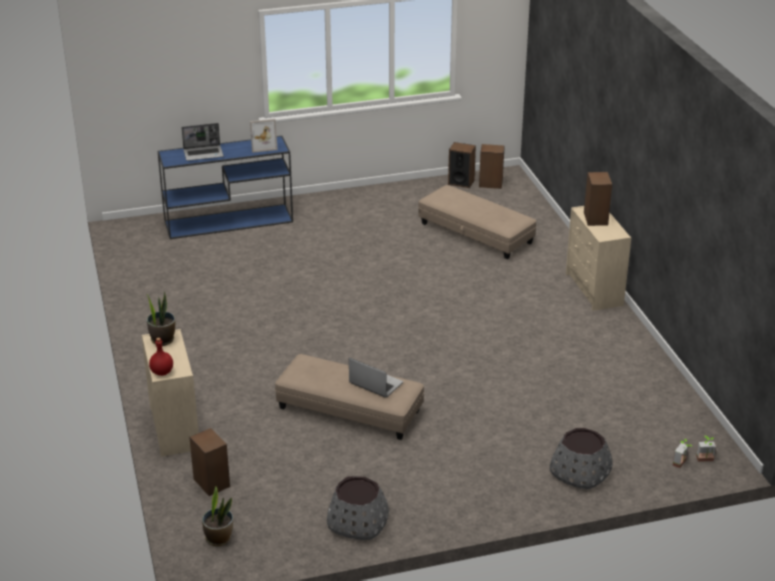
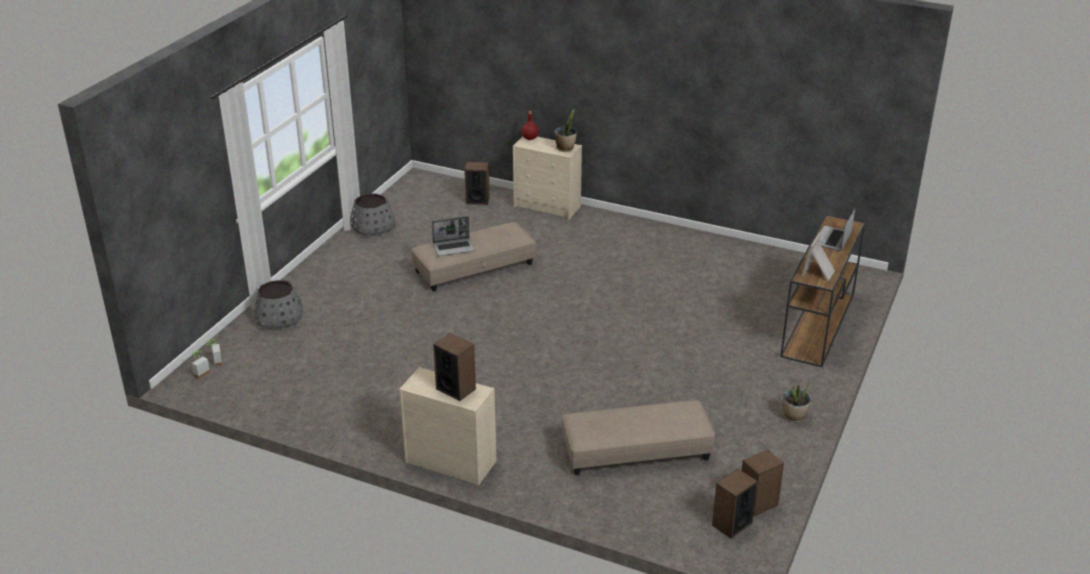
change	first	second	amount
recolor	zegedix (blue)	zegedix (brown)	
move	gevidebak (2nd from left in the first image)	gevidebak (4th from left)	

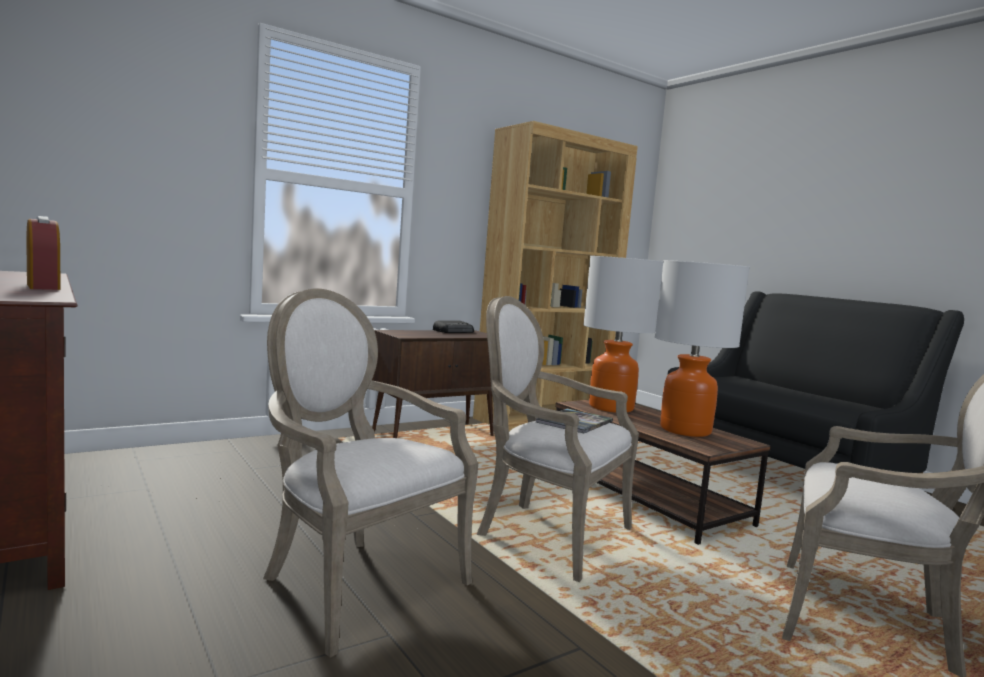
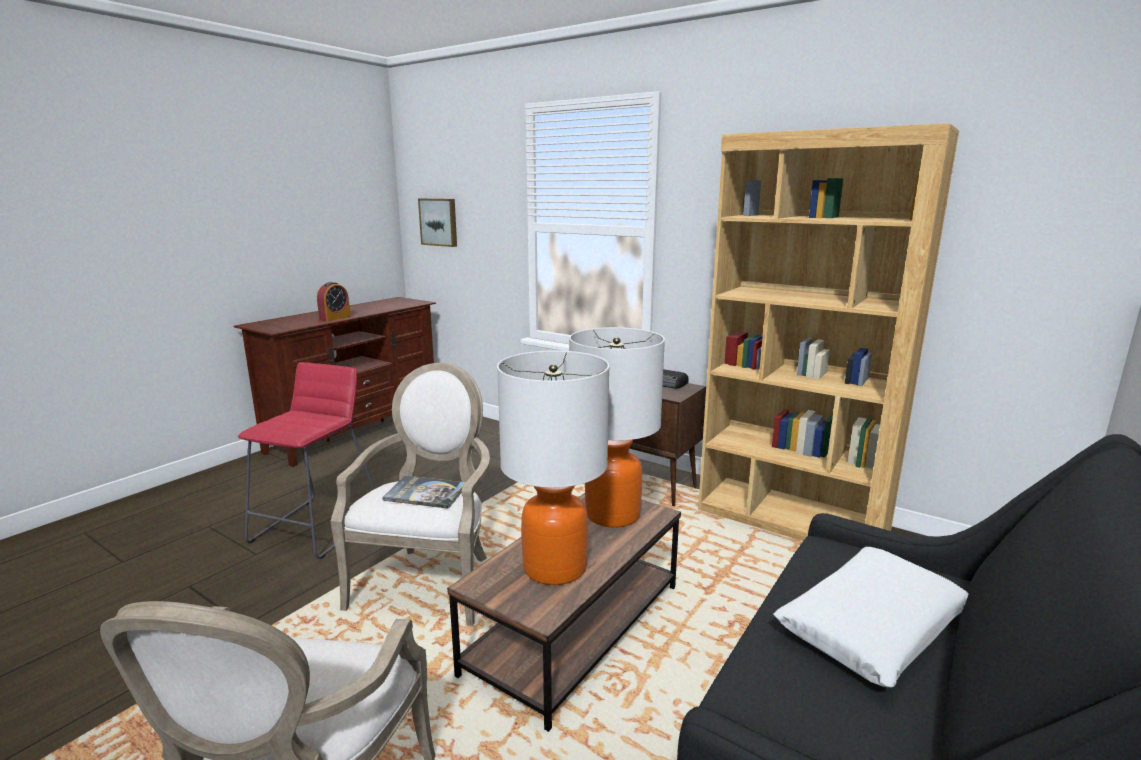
change	first	second	amount
replace	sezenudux (1st from left)	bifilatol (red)	
insert		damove	
insert		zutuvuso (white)	

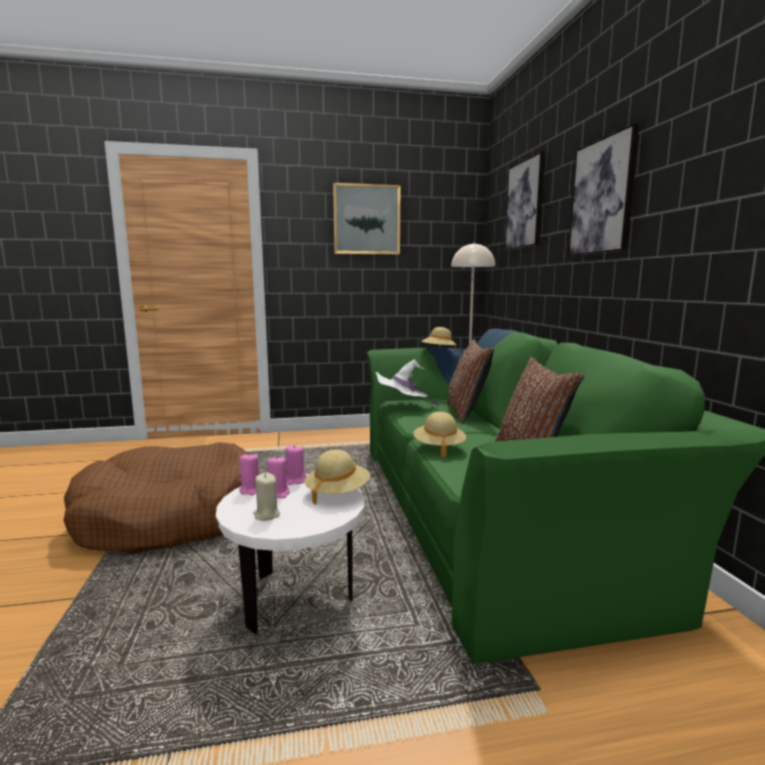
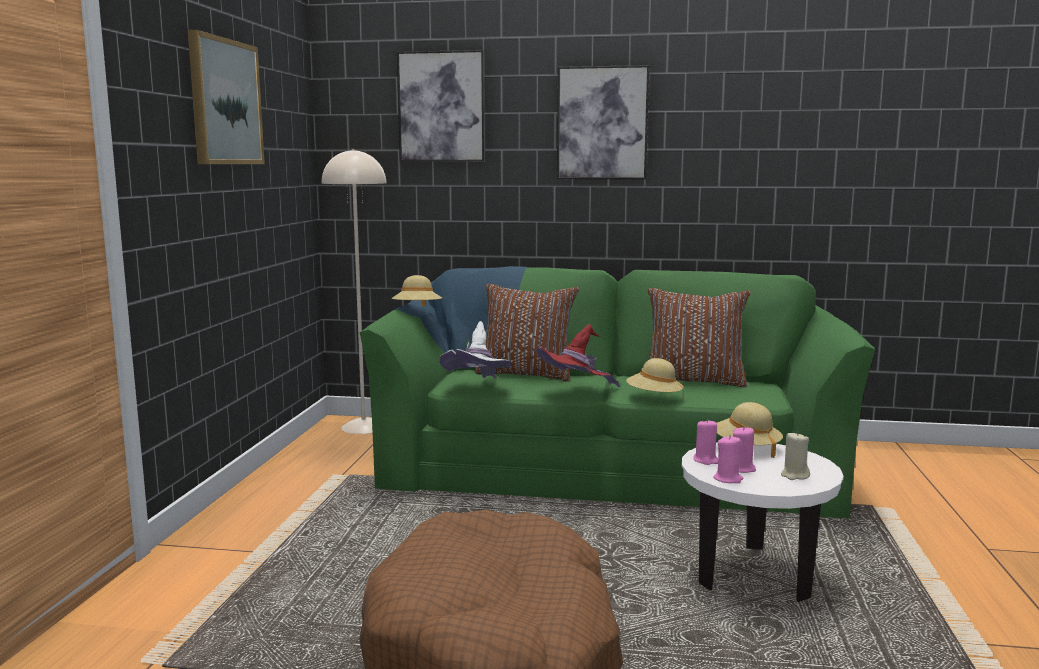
change	first	second	amount
insert		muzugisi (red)	

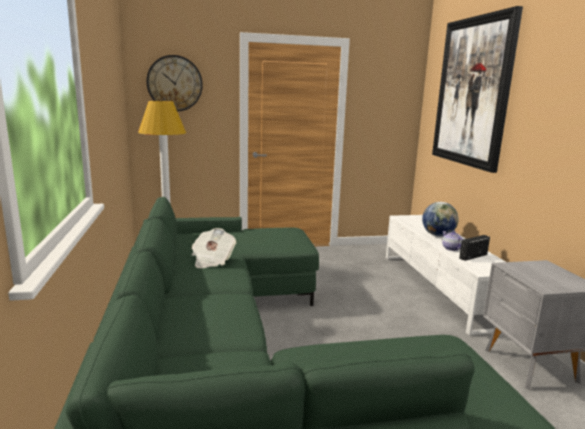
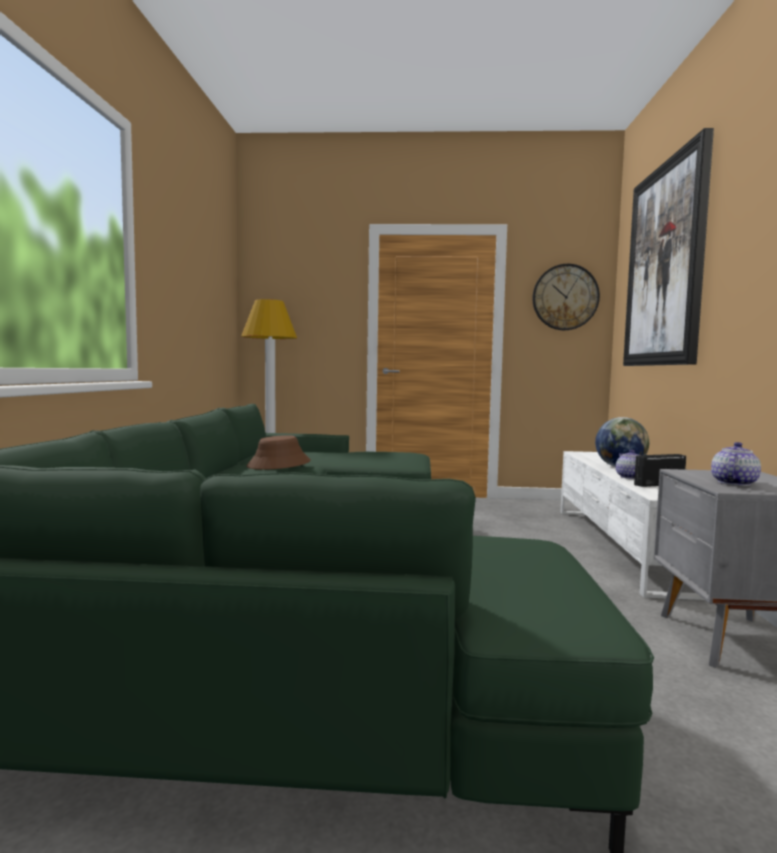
change	first	second	amount
replace	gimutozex	muzugisi (brown)	
move	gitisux		
insert		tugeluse (2nd from left)	

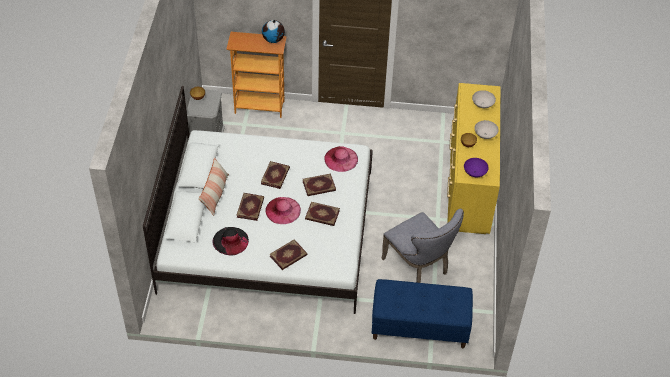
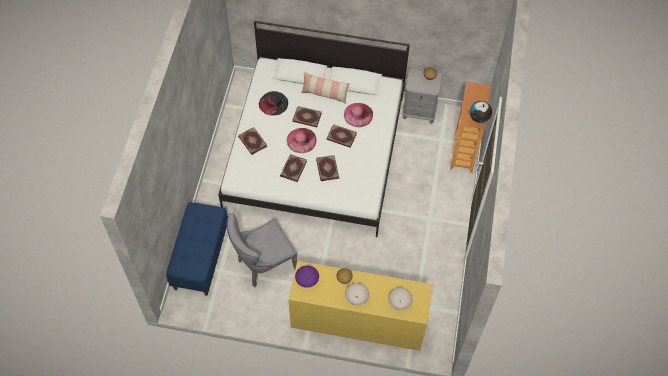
change	first	second	amount
move	muzugisi (pink) (2nd from left)		

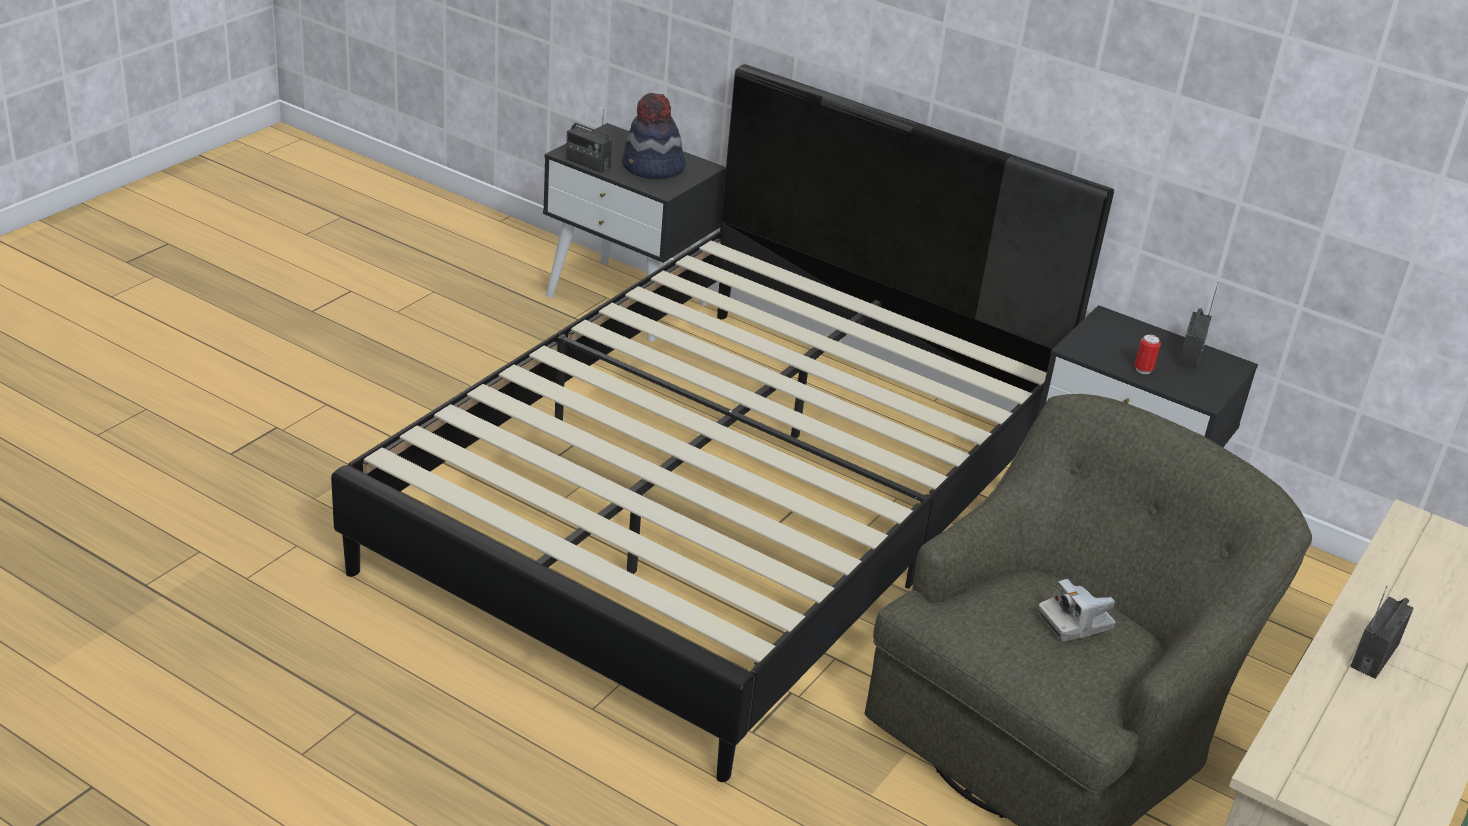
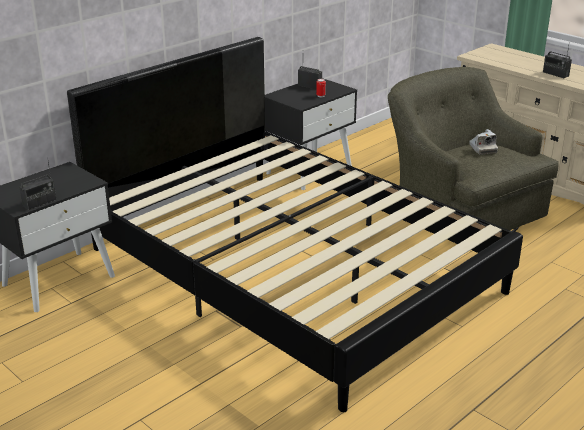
change	first	second	amount
delete	muzugisi		

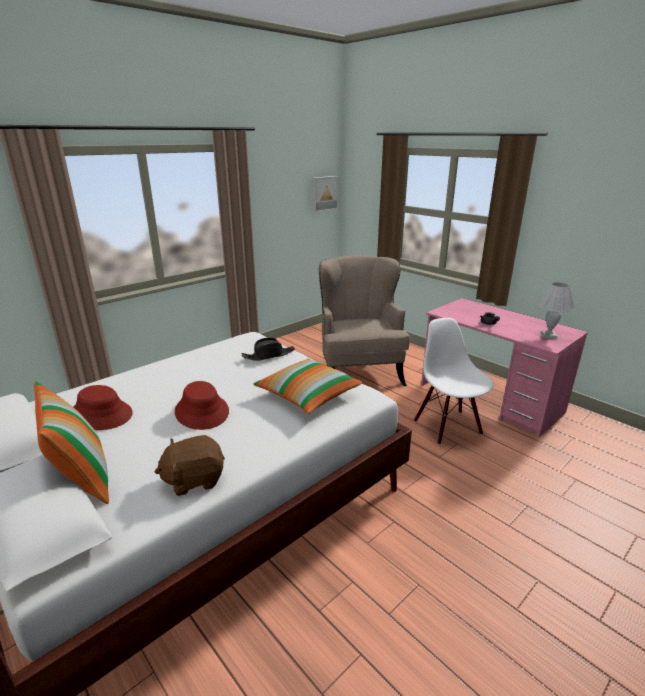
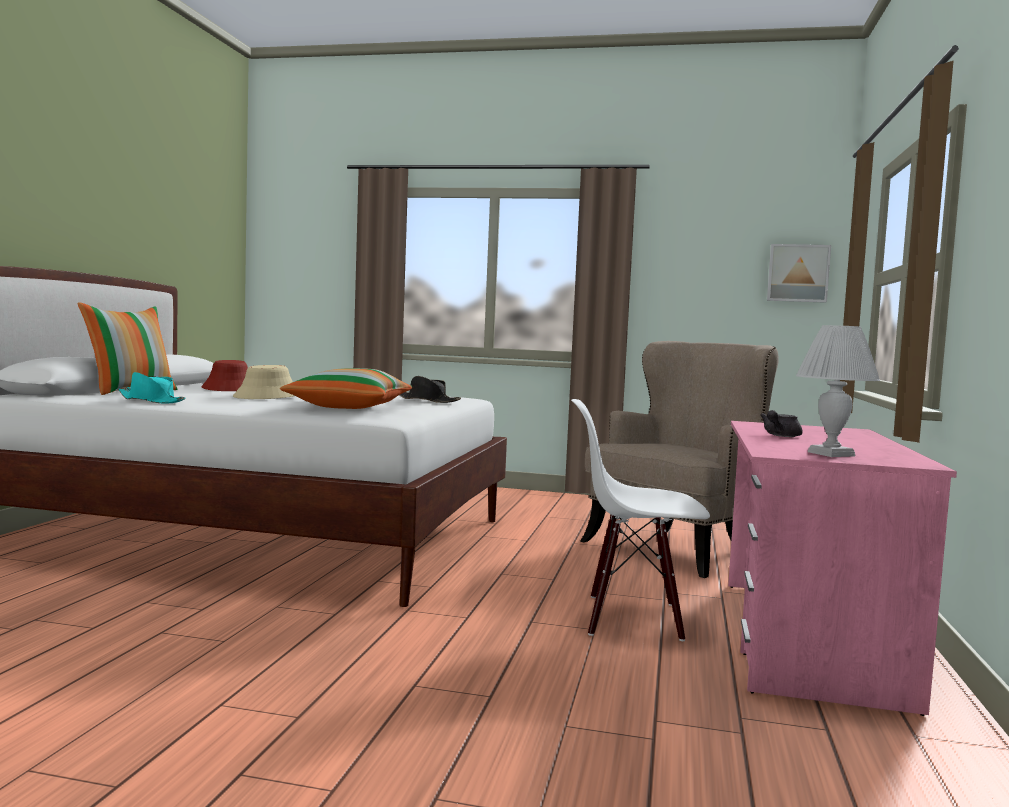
change	first	second	amount
replace	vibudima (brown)	muzugisi (turquoise)	
recolor	muzugisi (red) (2nd from left)	muzugisi (beige)	
rotate	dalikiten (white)		120 degrees counterclockwise

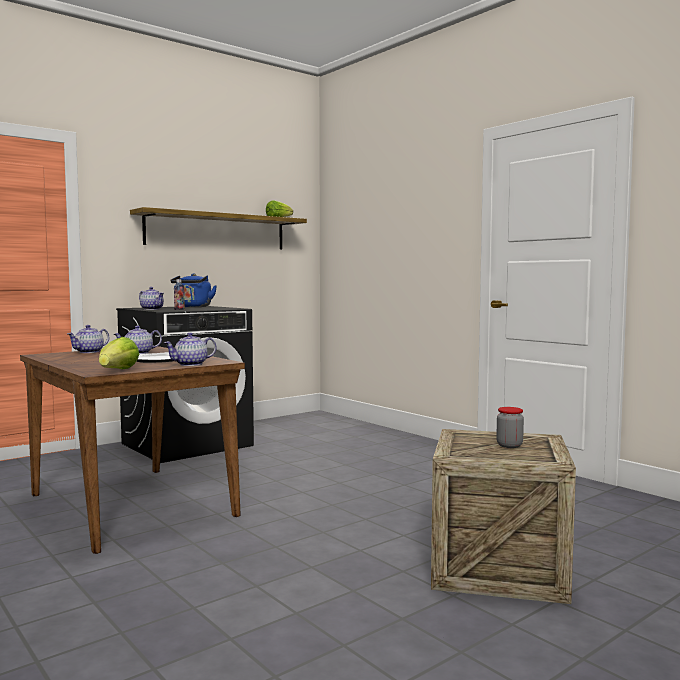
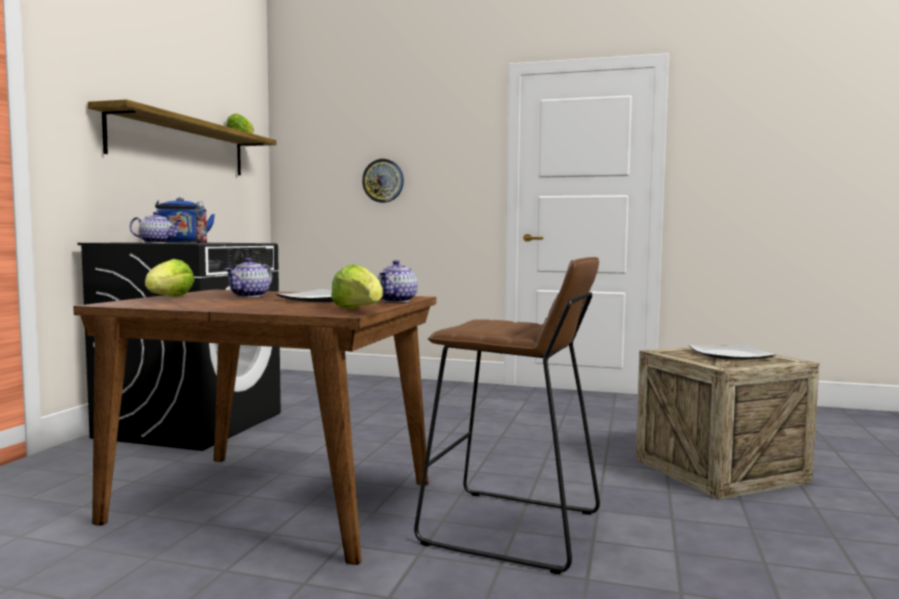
change	first	second	amount
replace	tugeluse (1st from left)	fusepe (1st from left)	
insert		gitisux	
insert		bifilatol (brown)	
replace	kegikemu	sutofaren (2nd from left)	

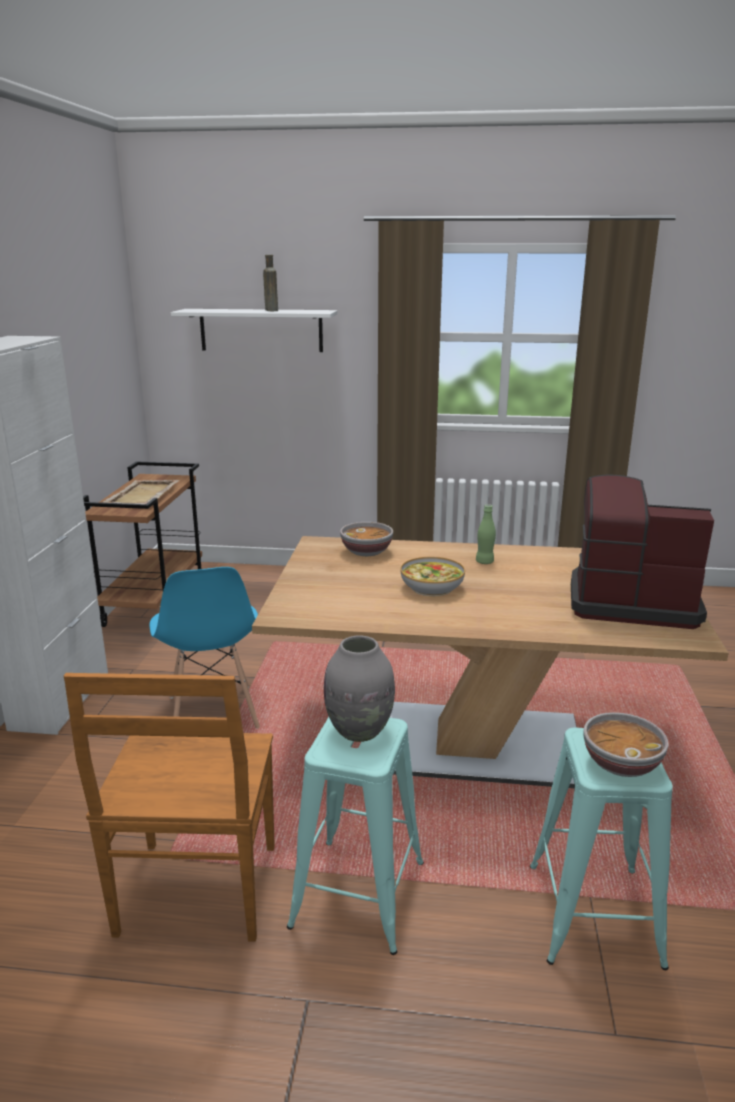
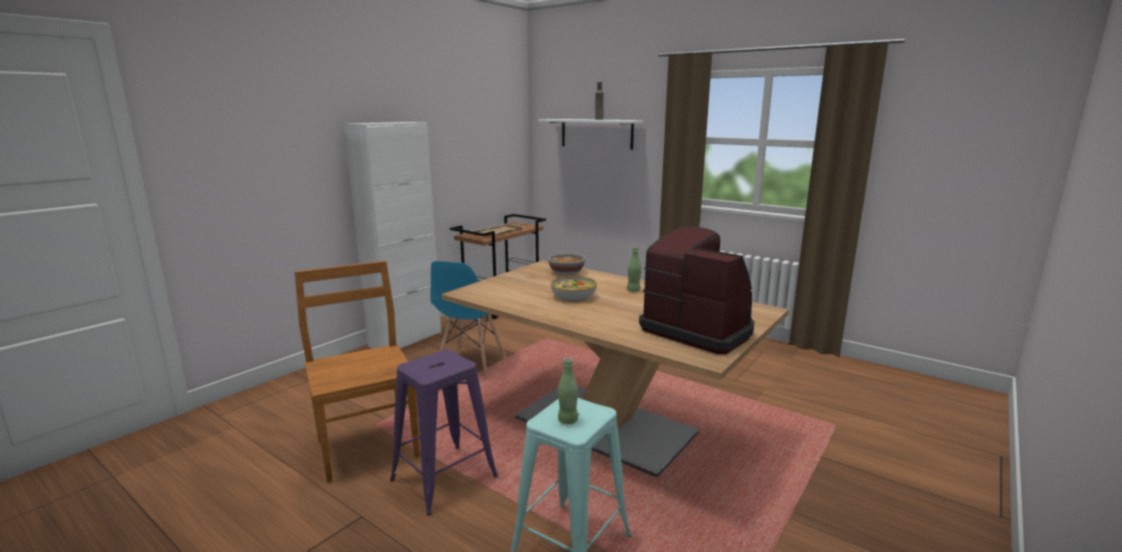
change	first	second	amount
rotate	dalikiten (brown)		120 degrees clockwise
recolor	bifilatol (turquoise) (1st from left)	bifilatol (purple)	
replace	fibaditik (3rd from left)	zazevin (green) (1st from left)	
delete	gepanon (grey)		

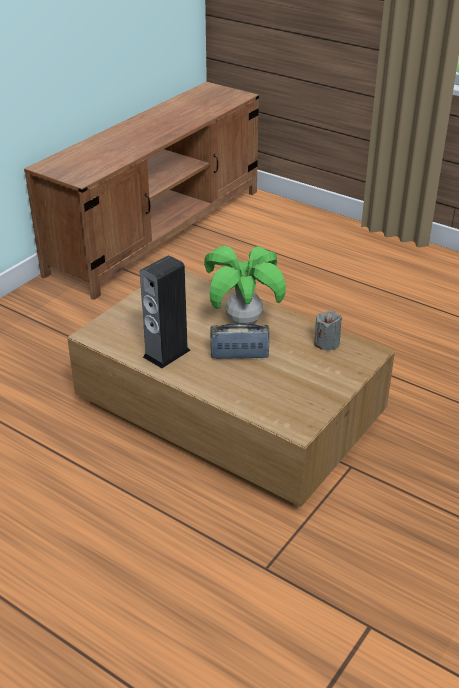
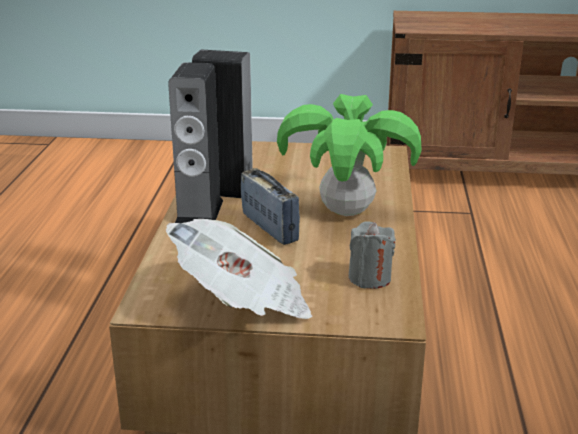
change	first	second	amount
insert		gimutozex	
insert		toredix (1st from left)	

